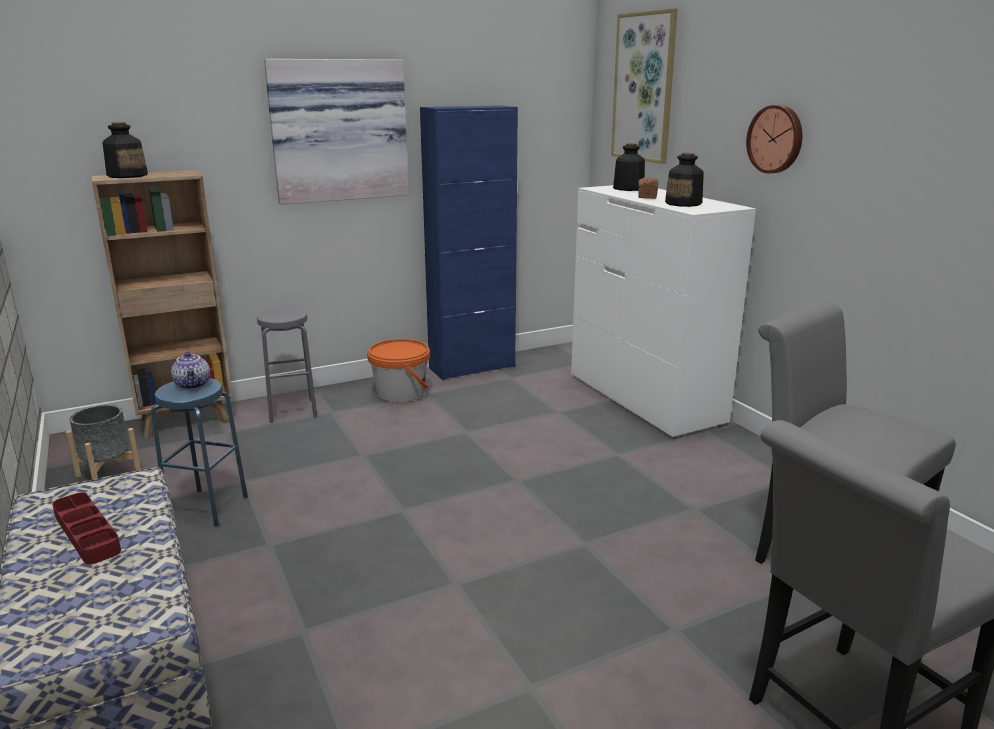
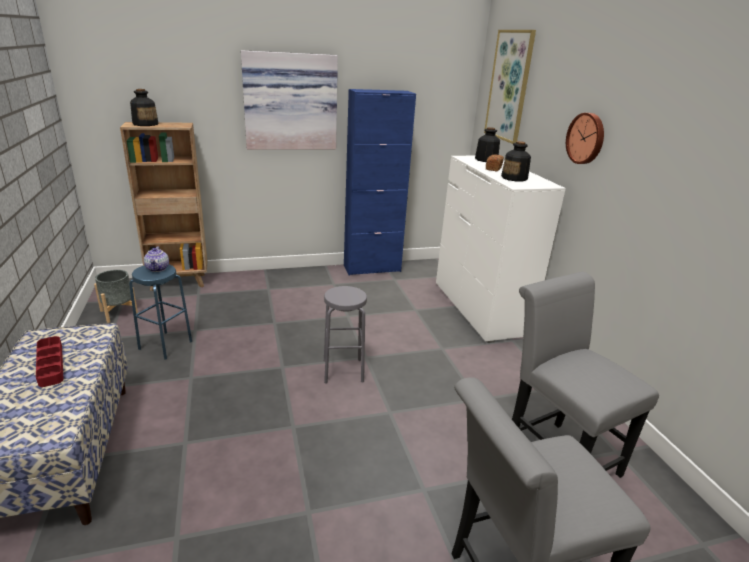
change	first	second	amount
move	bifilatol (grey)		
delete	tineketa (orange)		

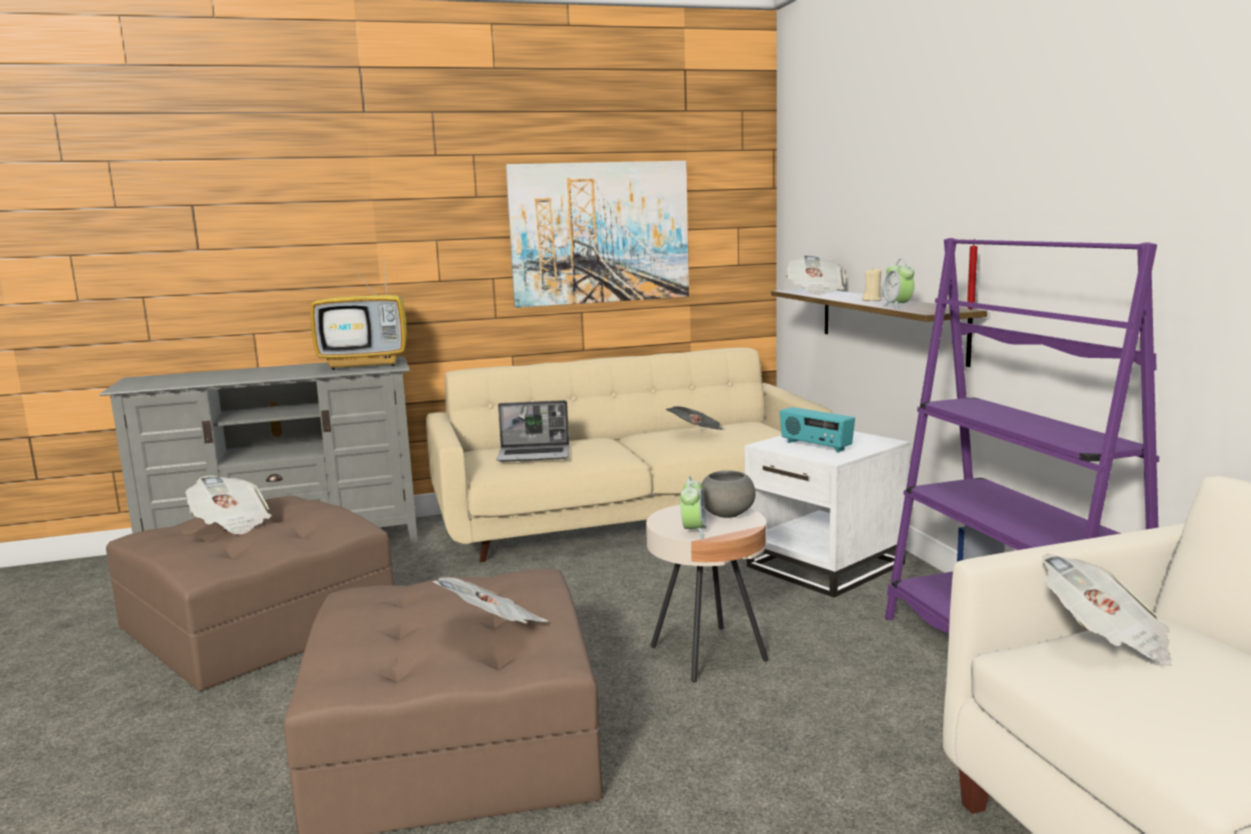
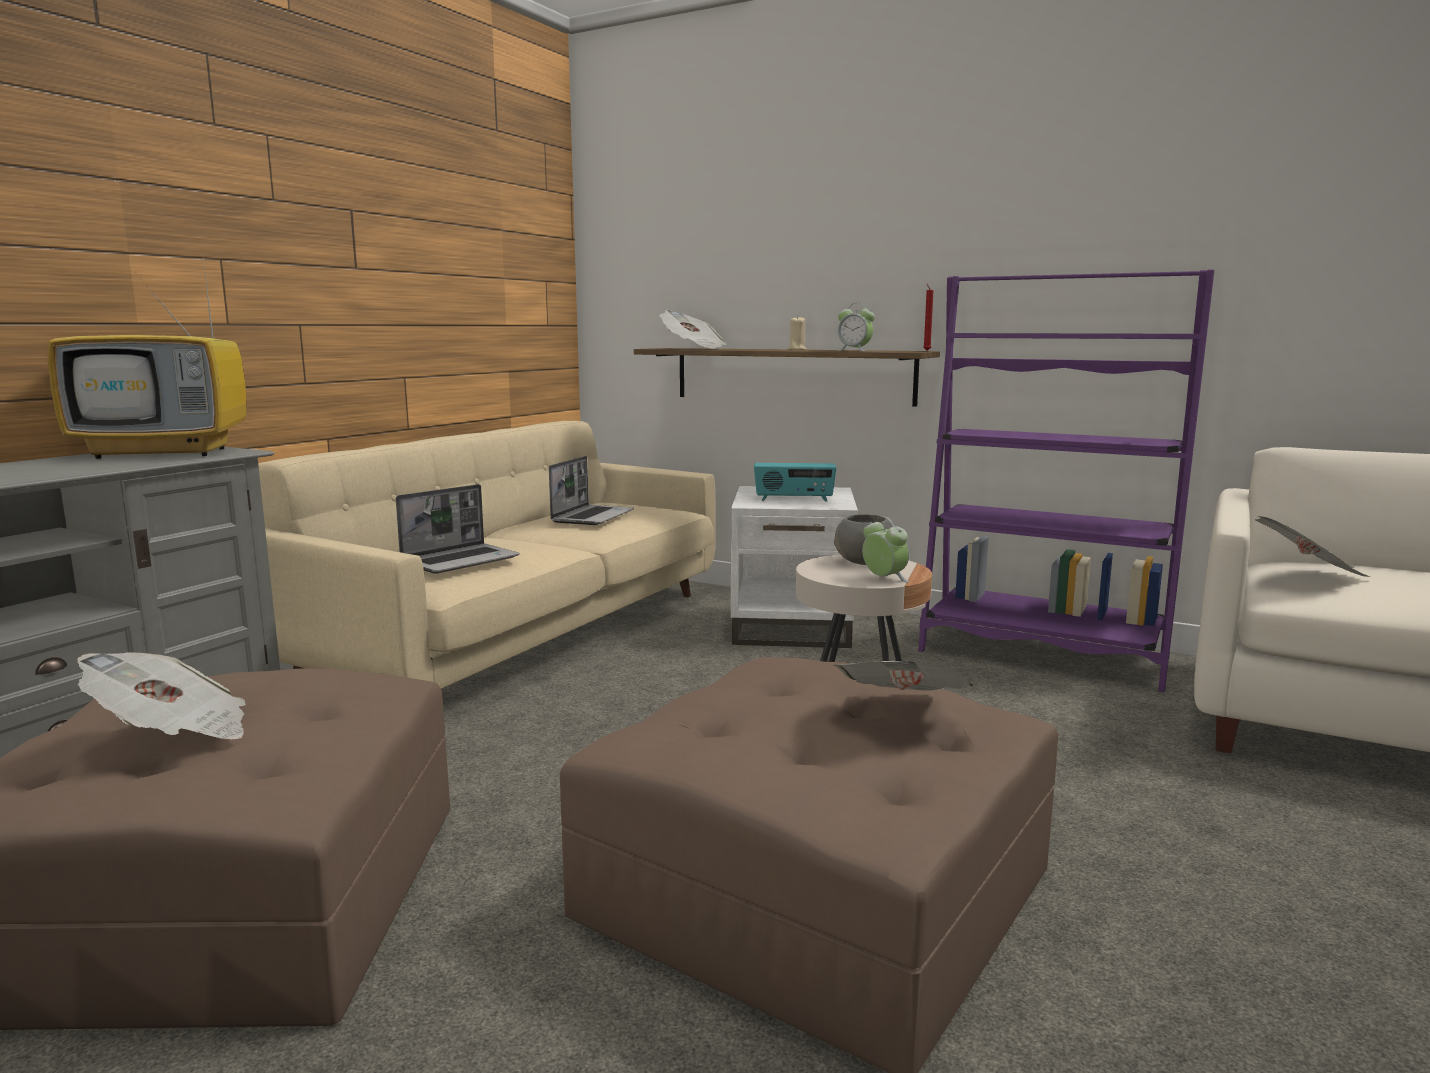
change	first	second	amount
rotate	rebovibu		45 degrees clockwise
replace	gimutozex (3rd from left)	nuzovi (2nd from left)	
delete	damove		

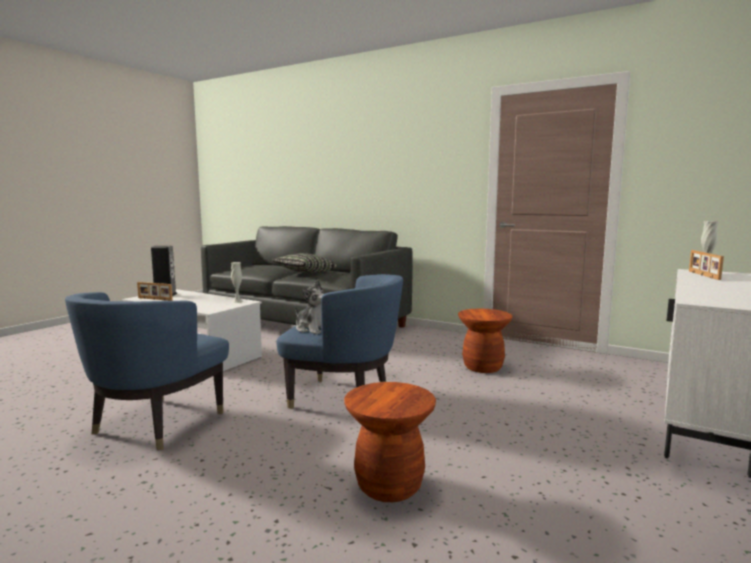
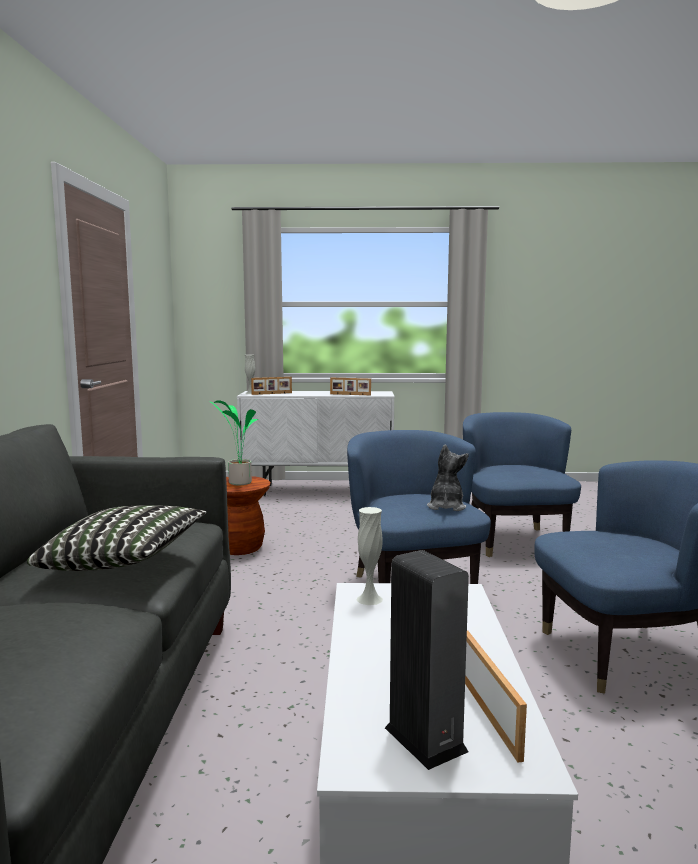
change	first	second	amount
insert		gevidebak	
insert		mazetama (2nd from left)	
replace	bifilatol (brown) (1st from left)	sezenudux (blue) (2nd from left)	

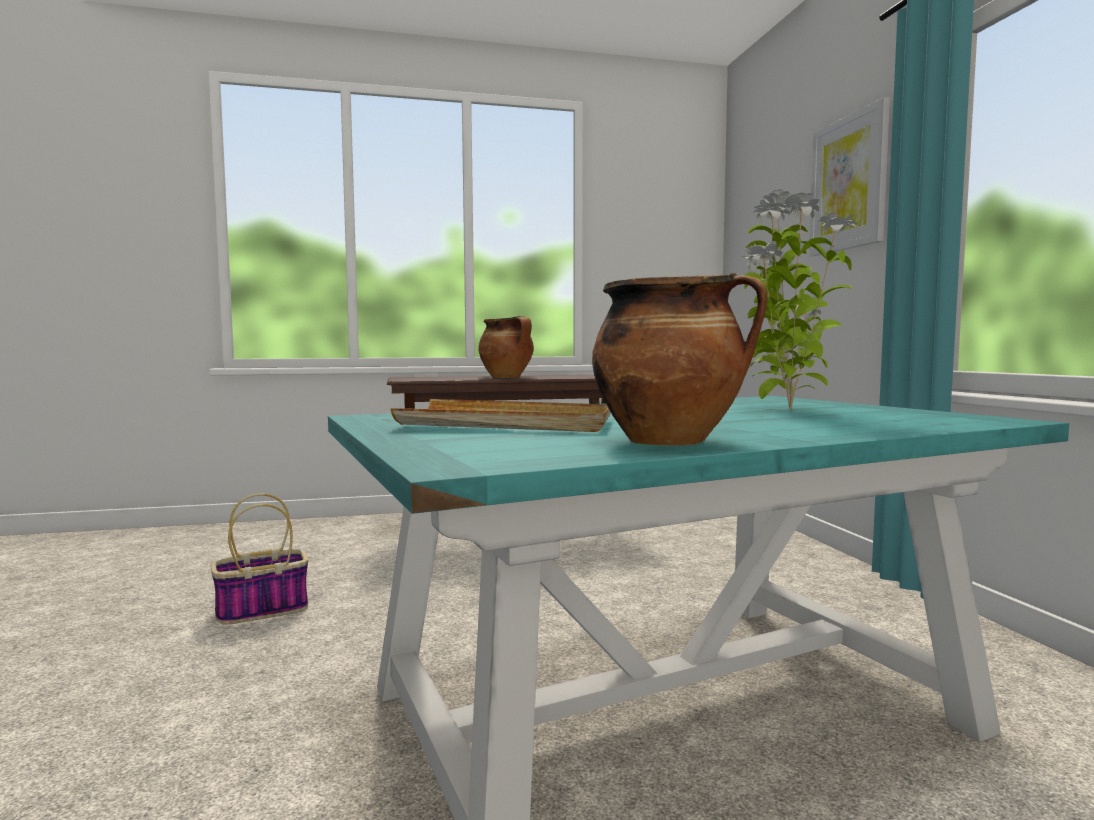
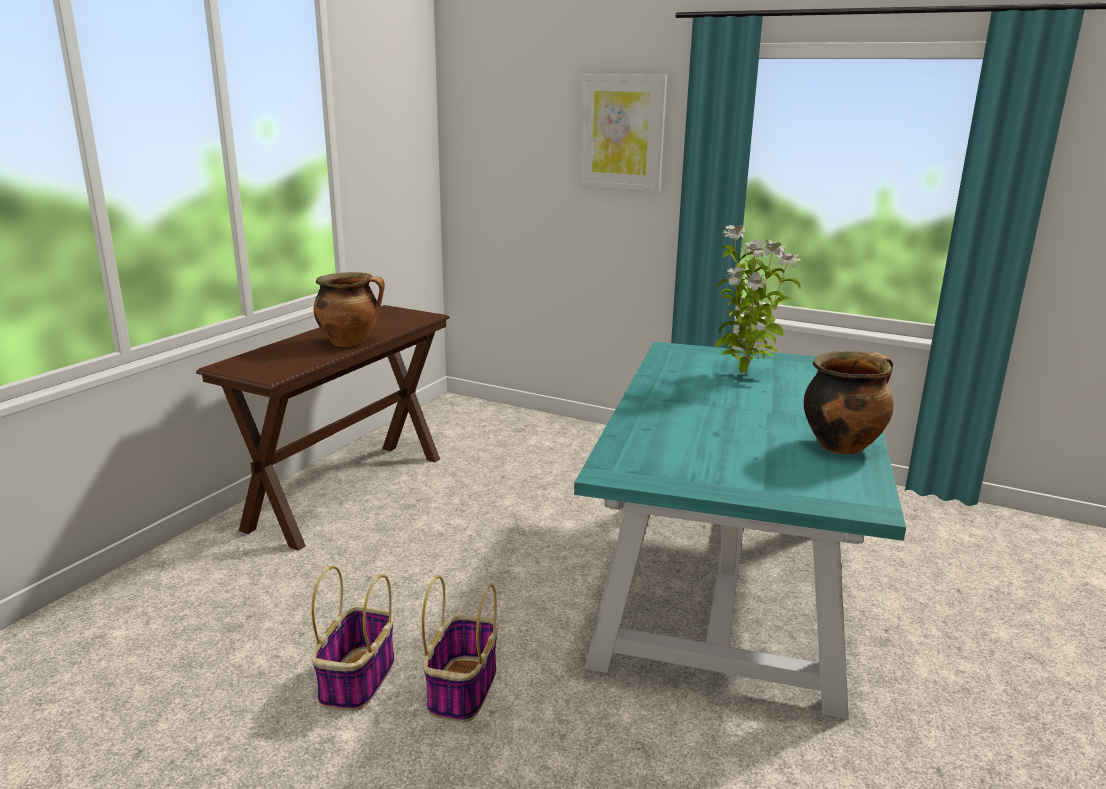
change	first	second	amount
insert		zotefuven (2nd from left)	
delete	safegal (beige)		

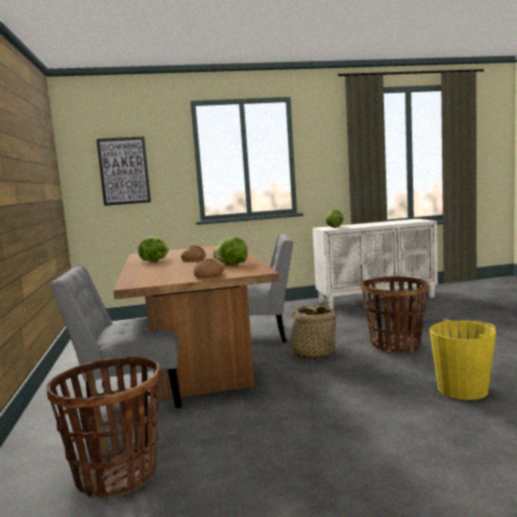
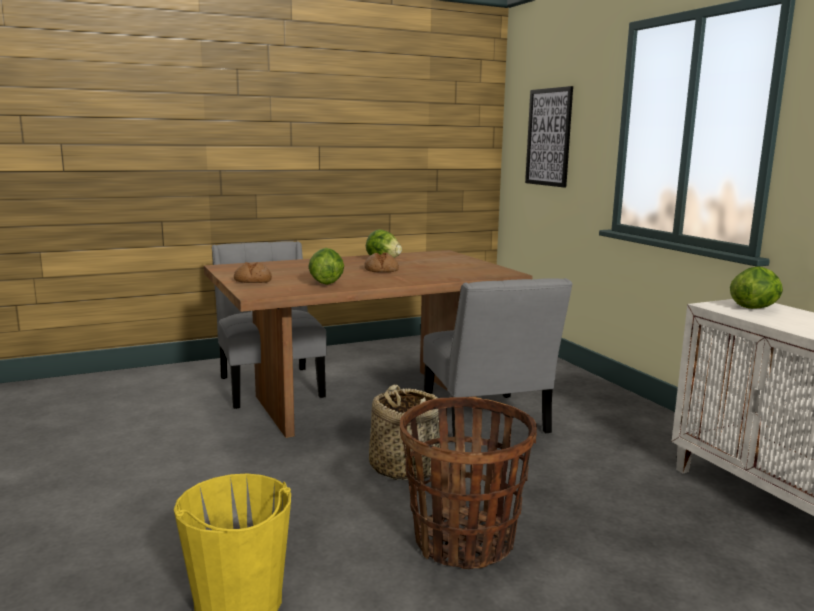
change	first	second	amount
delete	zotefuven (1st from left)		

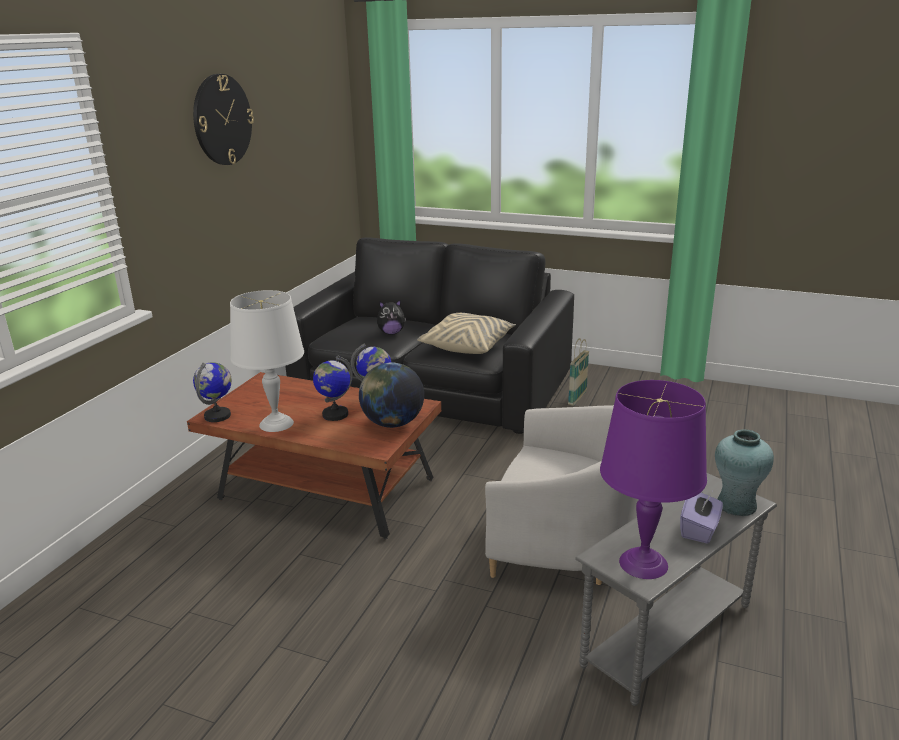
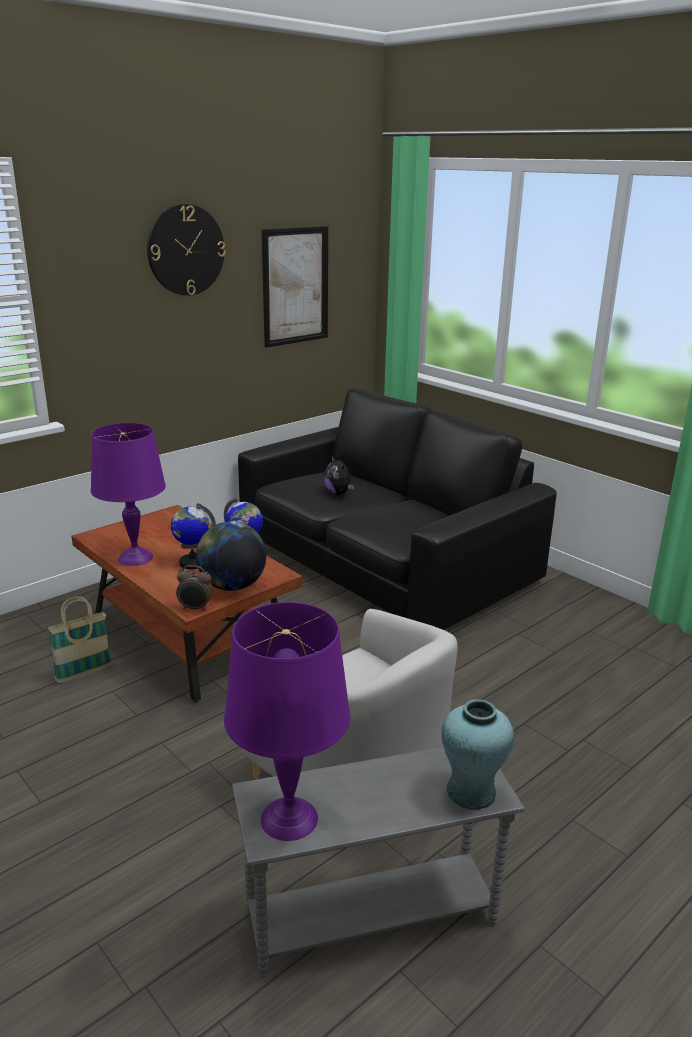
change	first	second	amount
move	zotefuven		
recolor	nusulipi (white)	nusulipi (purple) (1st from left)	
insert		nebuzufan	
insert		damove	
rotate	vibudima		45 degrees clockwise
delete	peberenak (1st from left)		
delete	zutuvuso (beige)		
delete	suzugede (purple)		

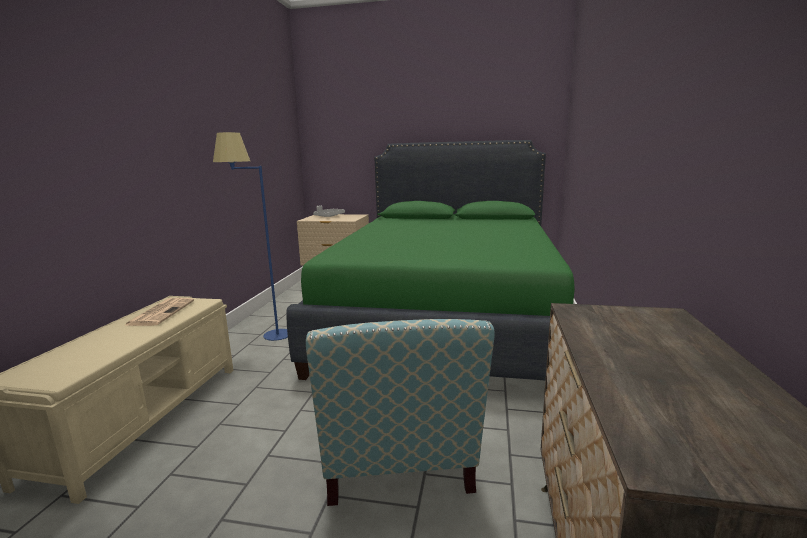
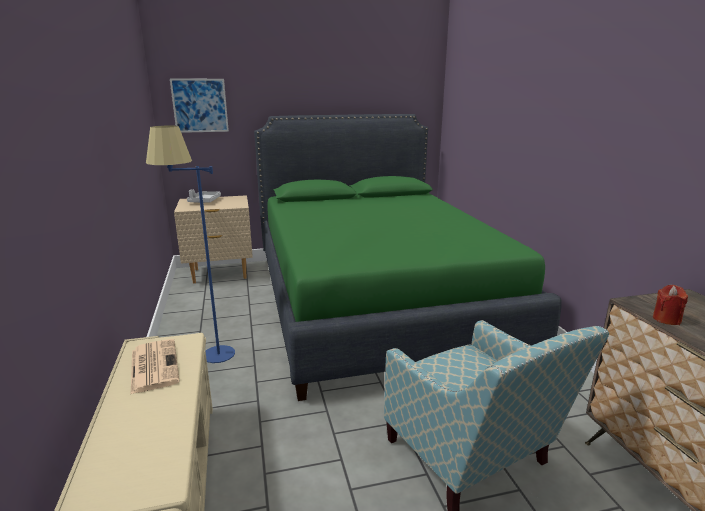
change	first	second	amount
insert		damove	
insert		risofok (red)	

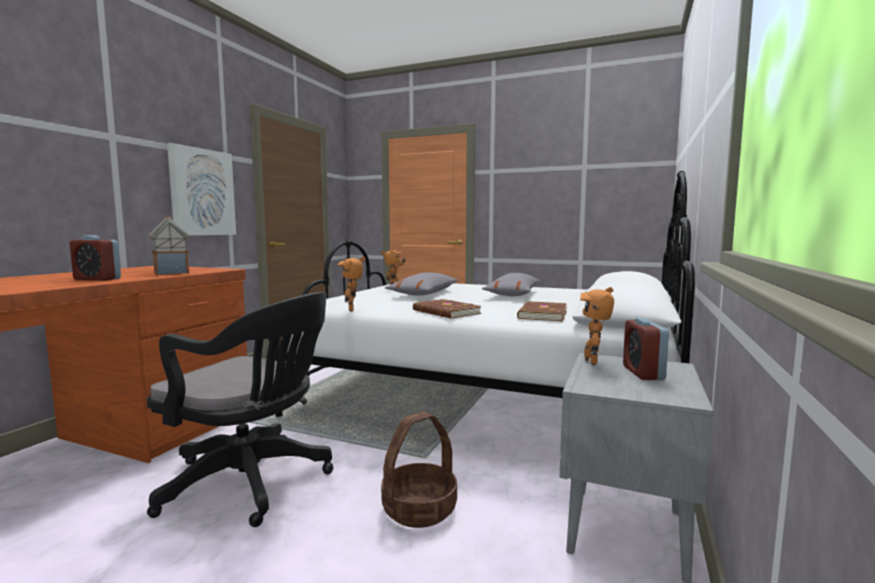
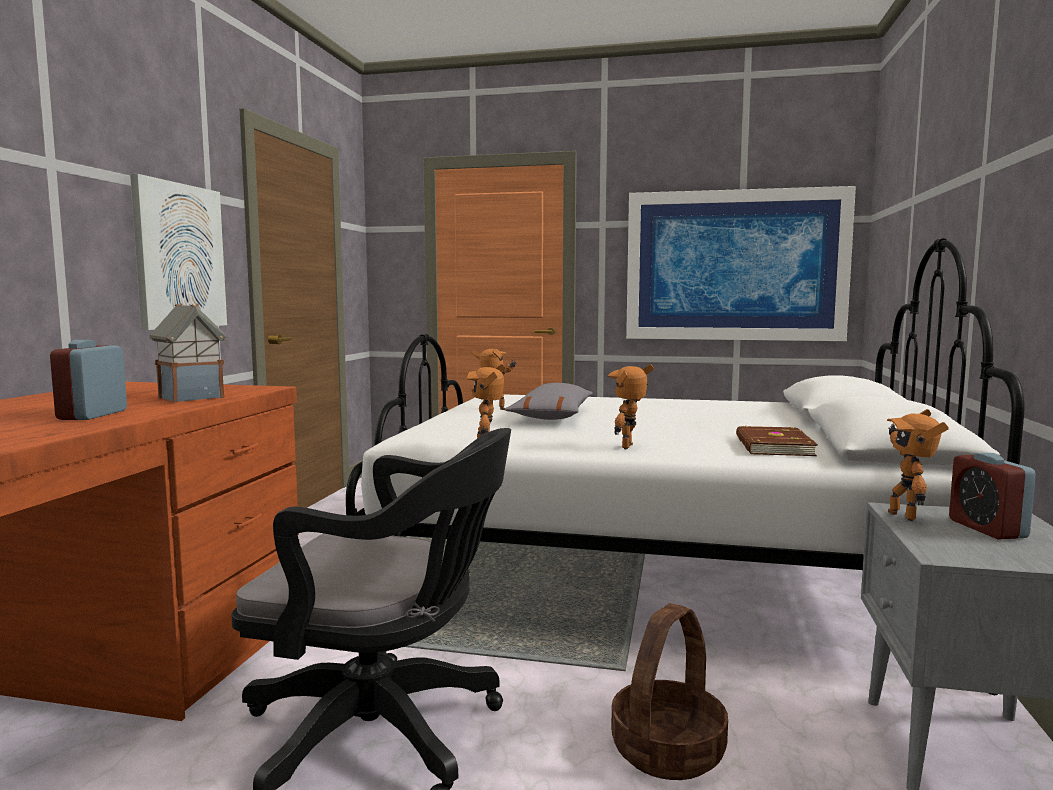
change	first	second	amount
rotate	nebuzufan (1st from left)		90 degrees clockwise
replace	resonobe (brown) (1st from left)	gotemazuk (3rd from left)	
insert		damove (2nd from left)	
delete	zutuvuso (grey) (2nd from left)		

